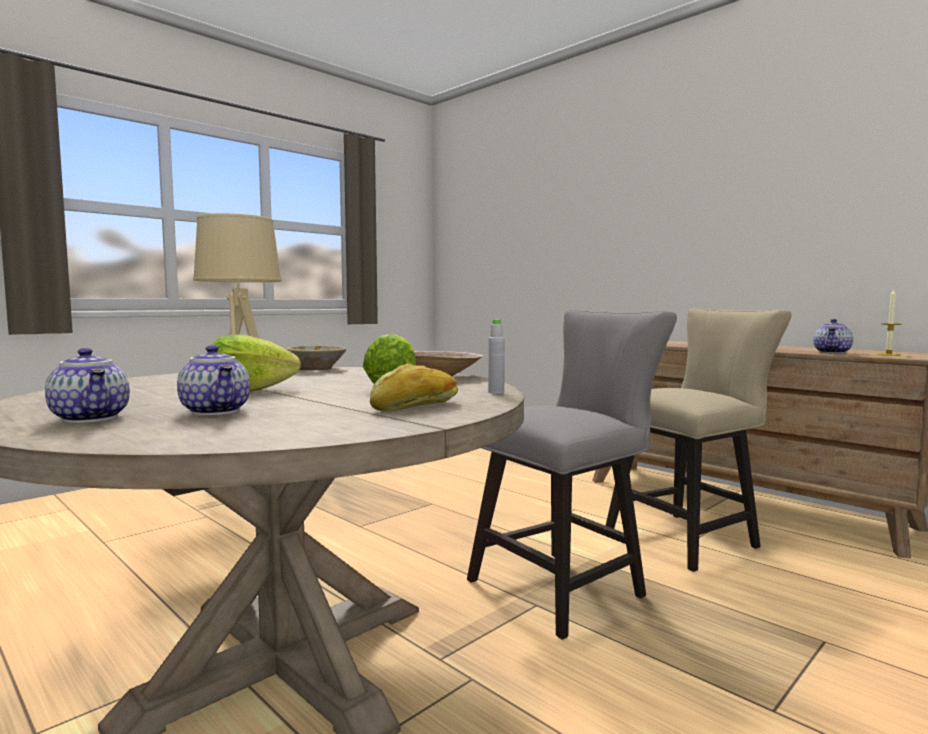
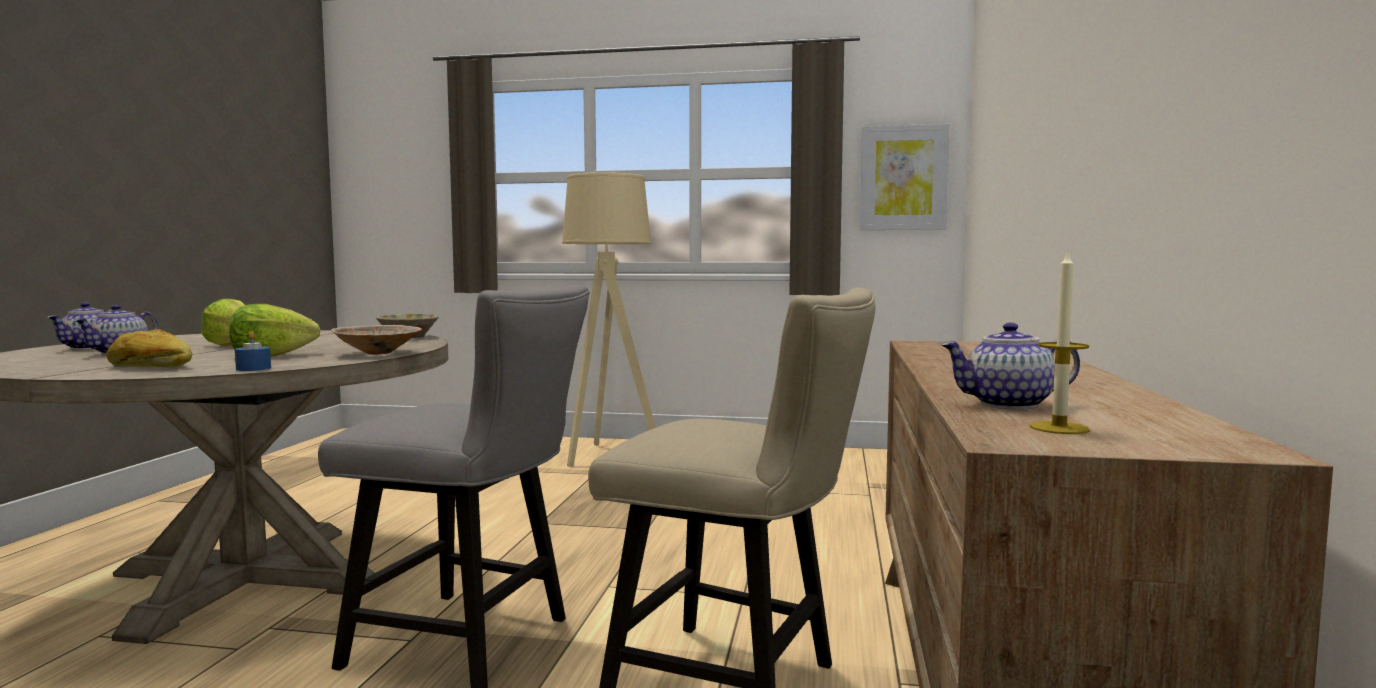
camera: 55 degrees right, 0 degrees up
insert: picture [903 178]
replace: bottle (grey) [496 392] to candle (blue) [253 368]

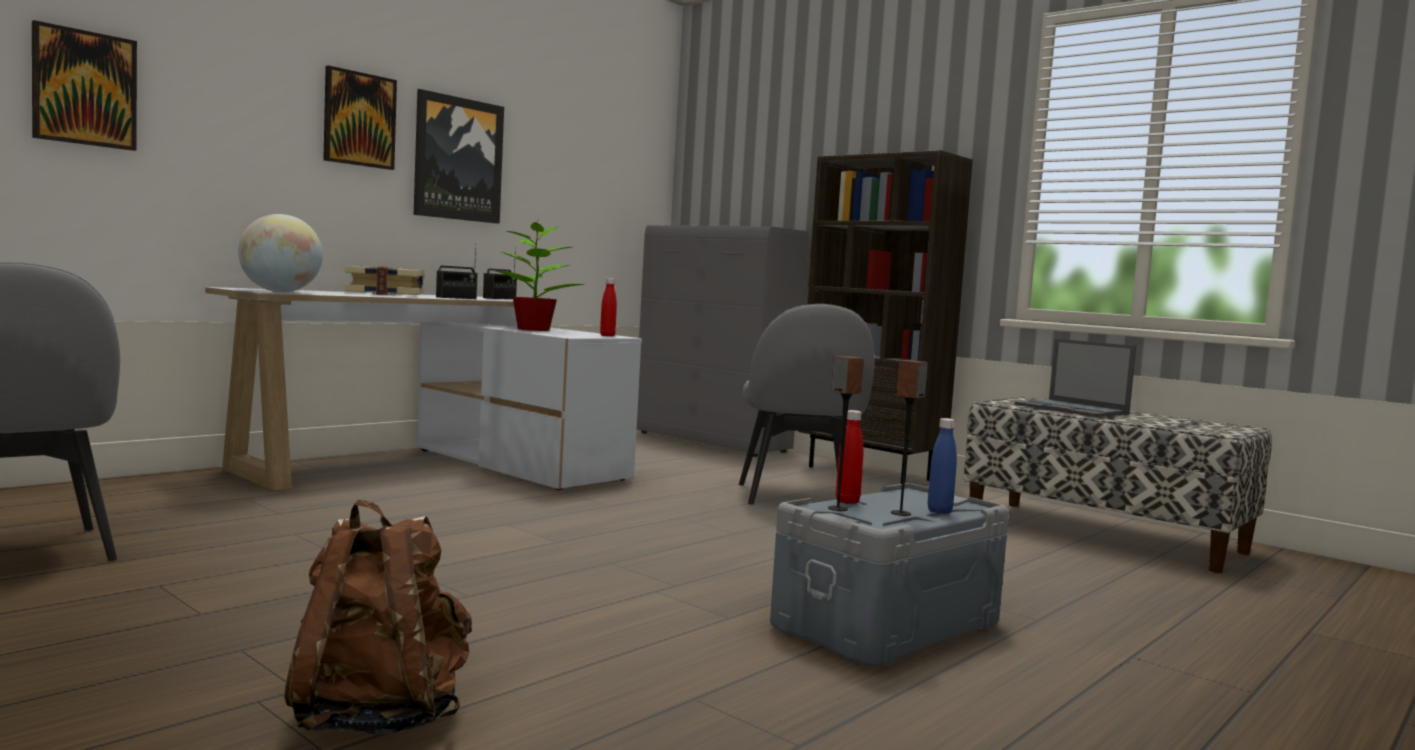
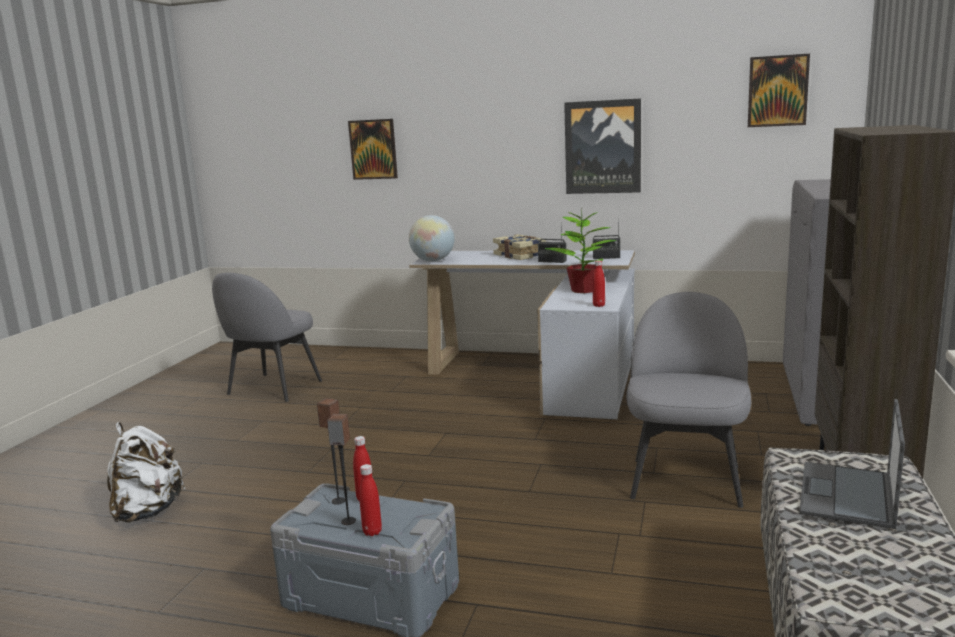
camera: 65 degrees right, 10 degrees up
move: picture [359 119] to [777 91]
recolor: backpack (brown) [379 717] to backpack (white) [148 511]; bottle (blue) [939 511] to bottle (red) [372 532]
rotate: chair (grey) [798 497] = [686 480] 135 degrees clockwise

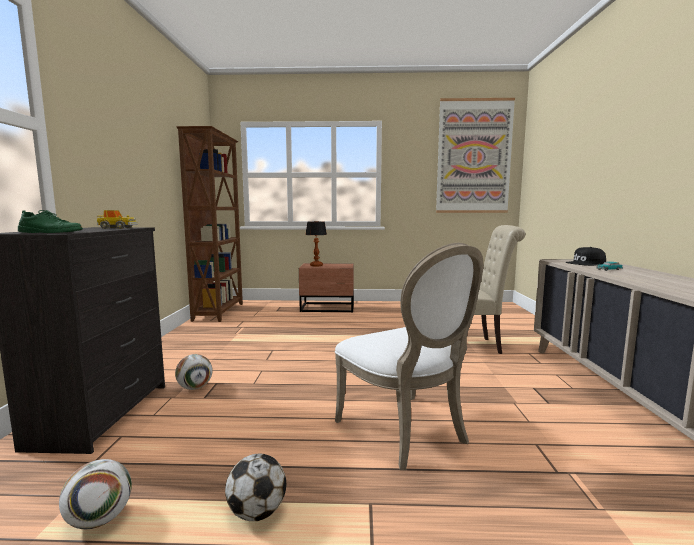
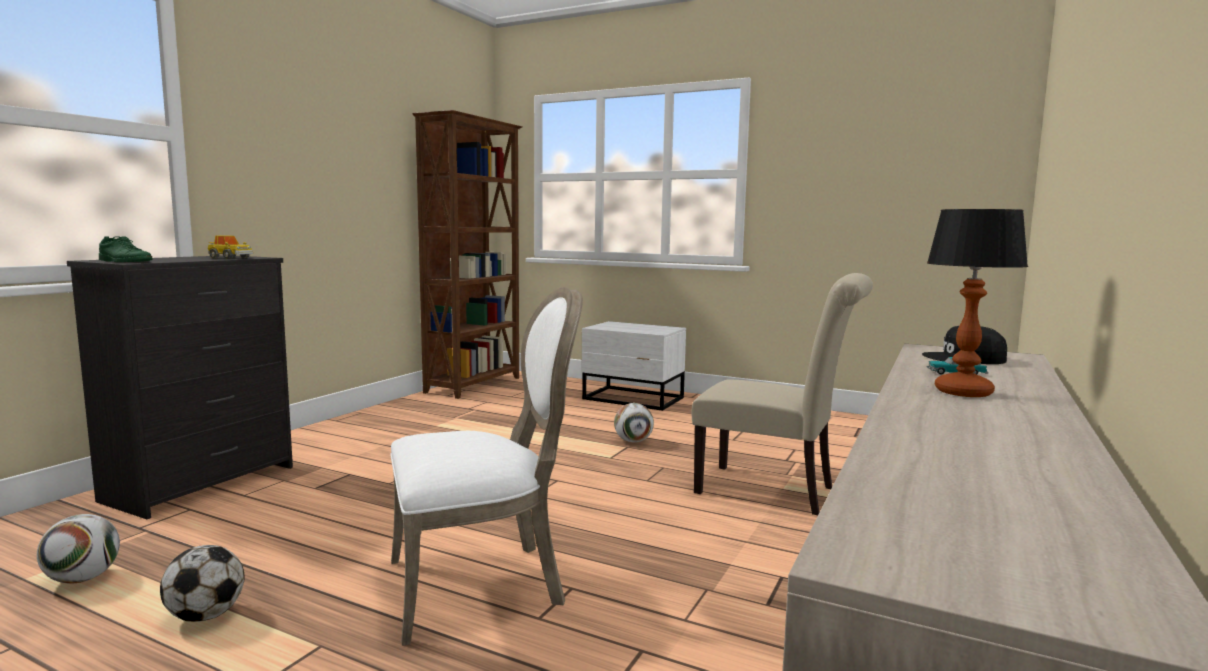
camera: 25 degrees right, 0 degrees up
delete: picture [474 157]
move: football [195 388] to [633 441]; table lamp [316 265] to [962 391]
recolor: nightstand (brown) [328 308] to nightstand (white) [633 399]
rotate: chair (white) [406 432] = [482 584] 105 degrees counterclockwise

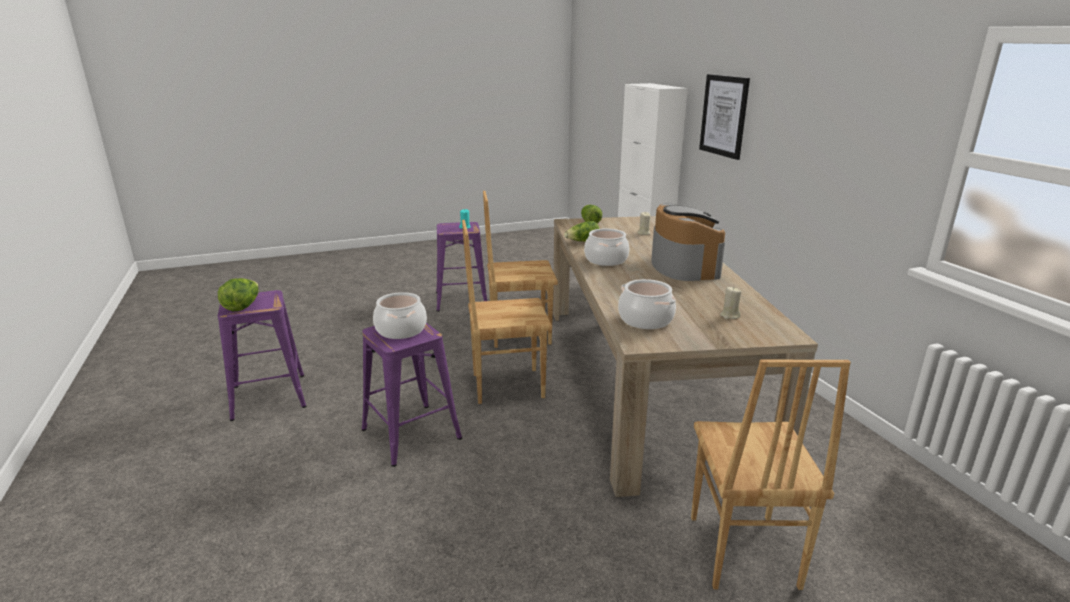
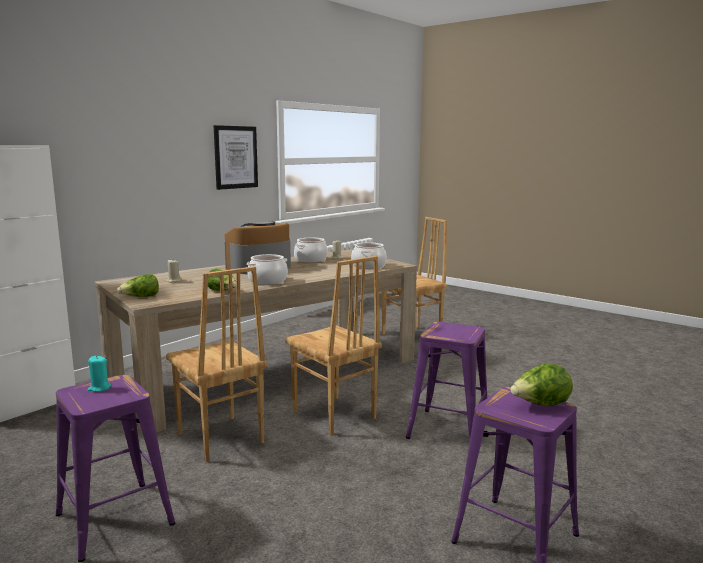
camera: 120 degrees left, 10 degrees down
move: cooking pot [400 330] to [311 260]; picture [724 116] to [235 157]

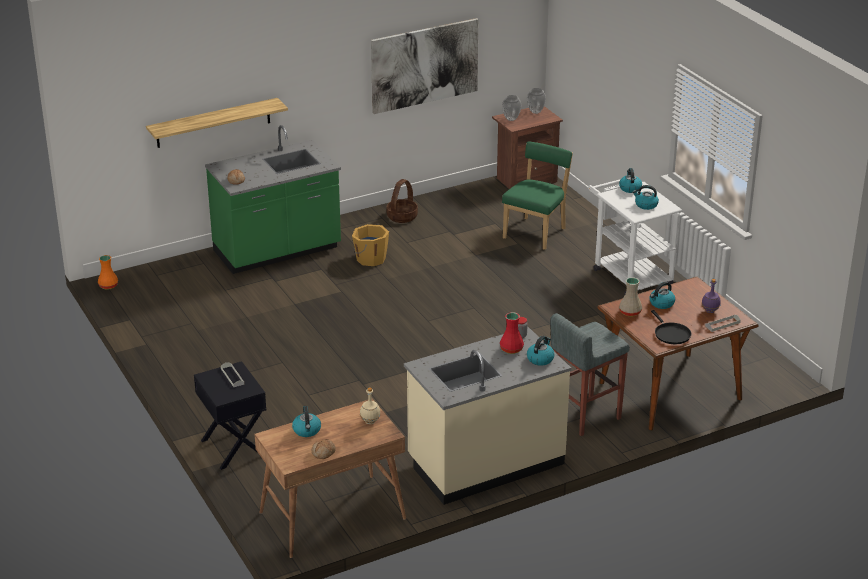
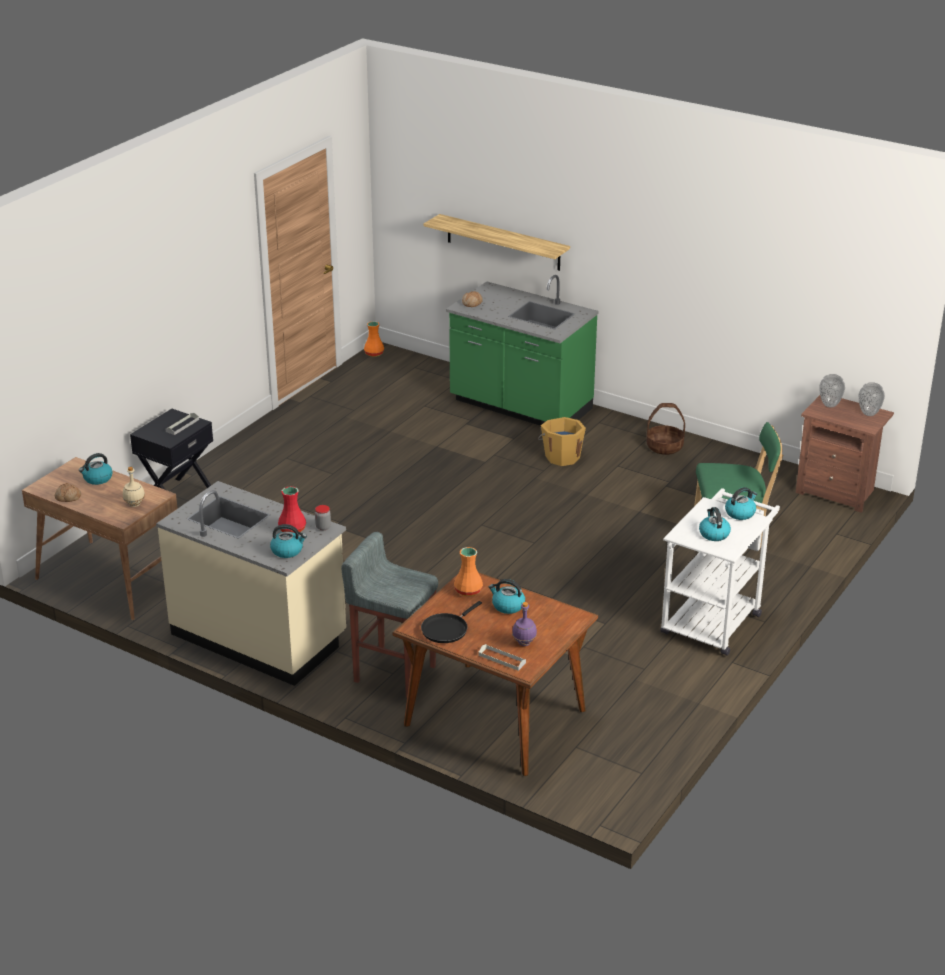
camera: 60 degrees right, 0 degrees up
delete: picture [424 65]
recolor: vase (beige) [630 312] to vase (orange) [469 591]

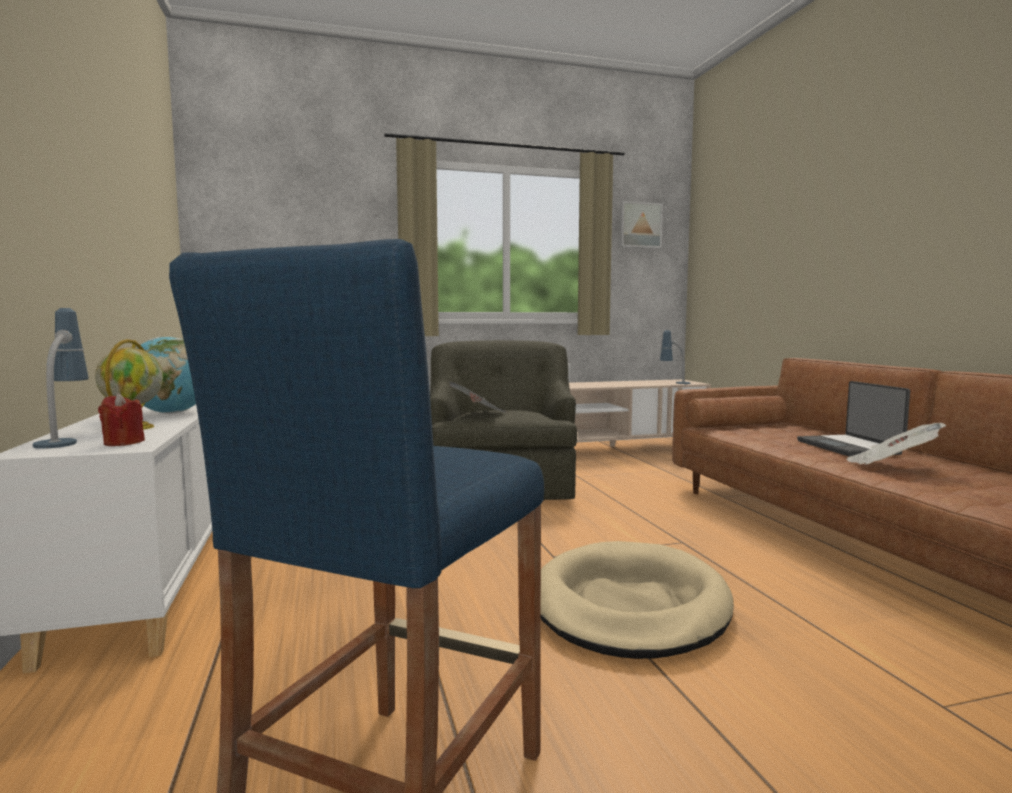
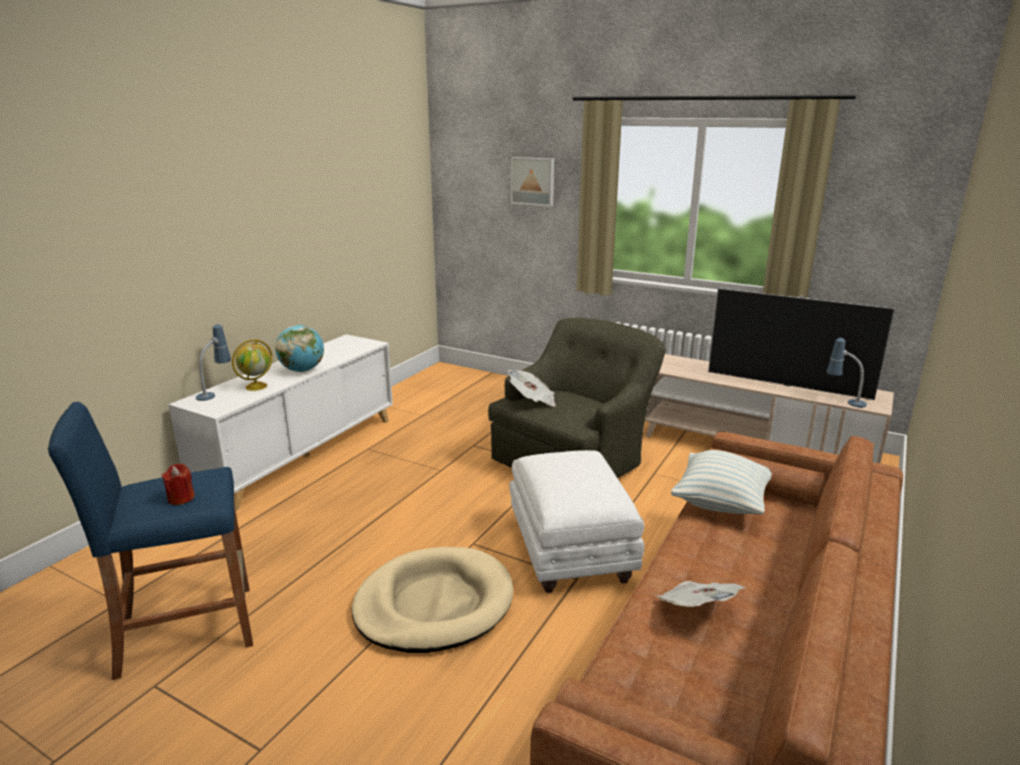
camera: 45 degrees right, 15 degrees up
delete: laptop [850 447]
insert: ottoman (white) [569 551]; pillow [720 503]; television [787 385]
move: candle (red) [123 442] to [181 498]; picture [639 225] to [533 181]

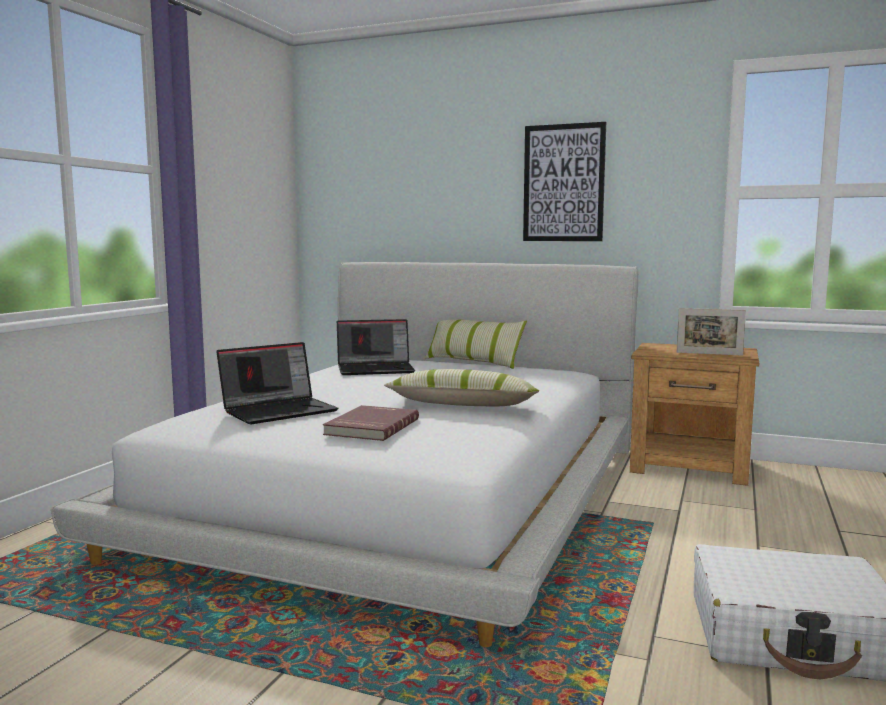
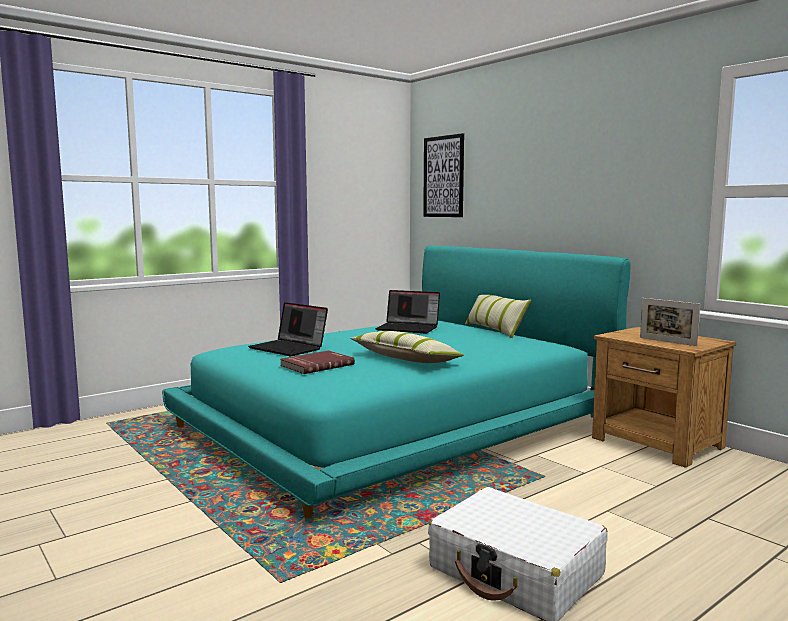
camera: 30 degrees right, 0 degrees up
move: picture [563 183] to [443 176]
recolor: bed (white) [406 494] to bed (turquoise) [397 422]
rotate: laptop [280 410] = [289 348] 45 degrees clockwise

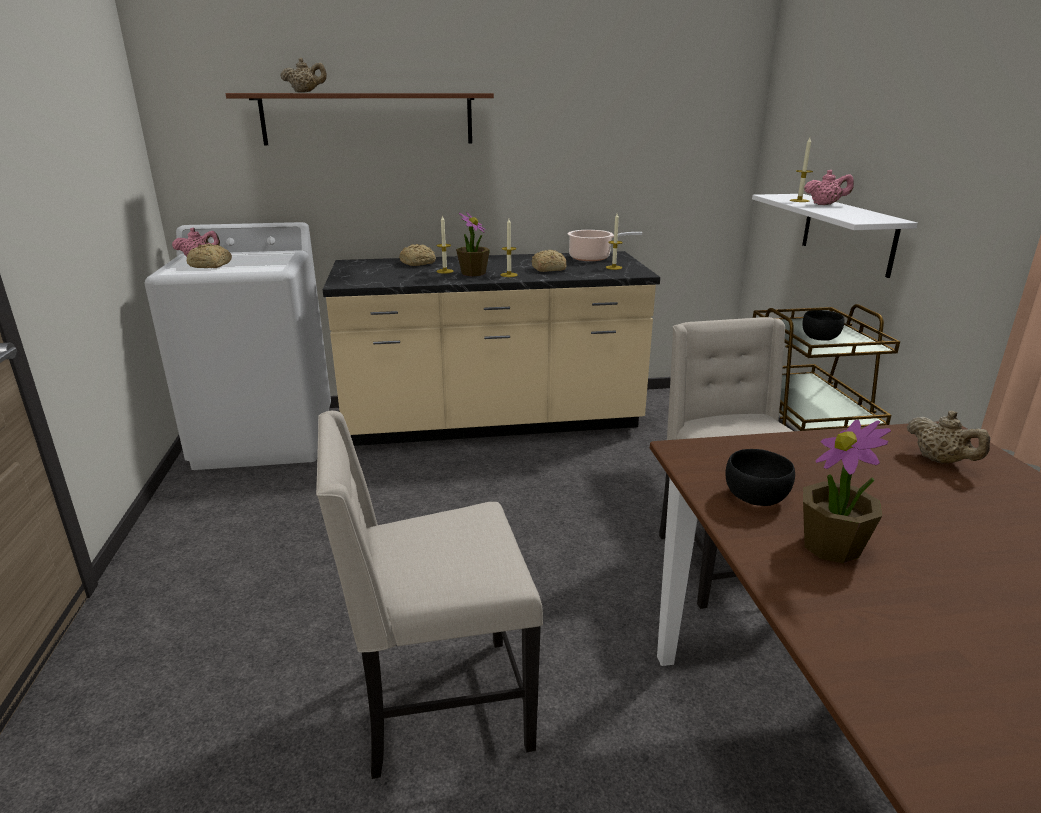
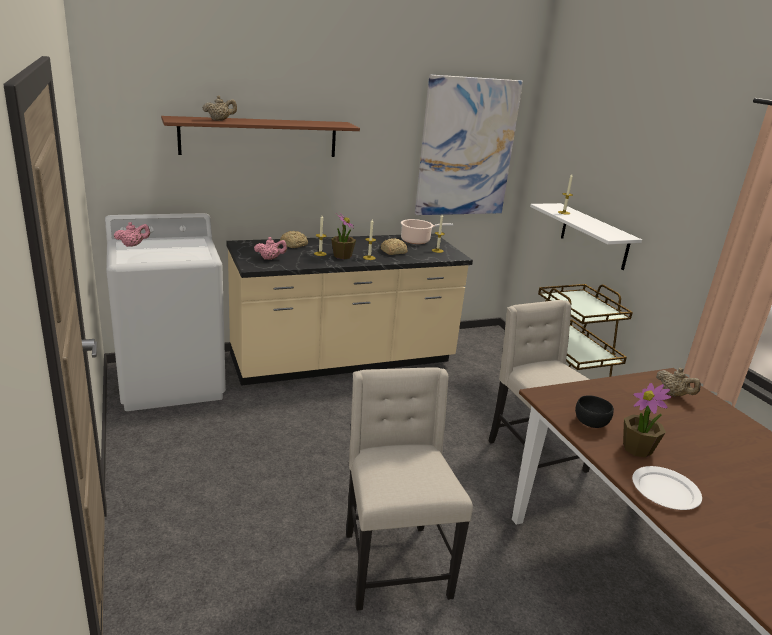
camera: 15 degrees left, 0 degrees up
delete: bread [211 265]; bowl (black) [820 338]
insert: picture [466 148]; plate (white) [665 491]
move: teapot (pink) [825 204] to [270 258]
rotate: chair (beige) [439 707] = [393 563] 105 degrees clockwise

